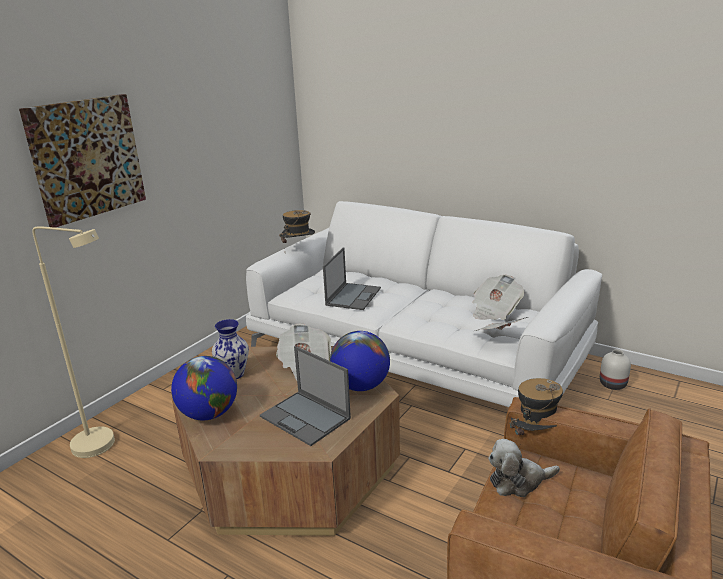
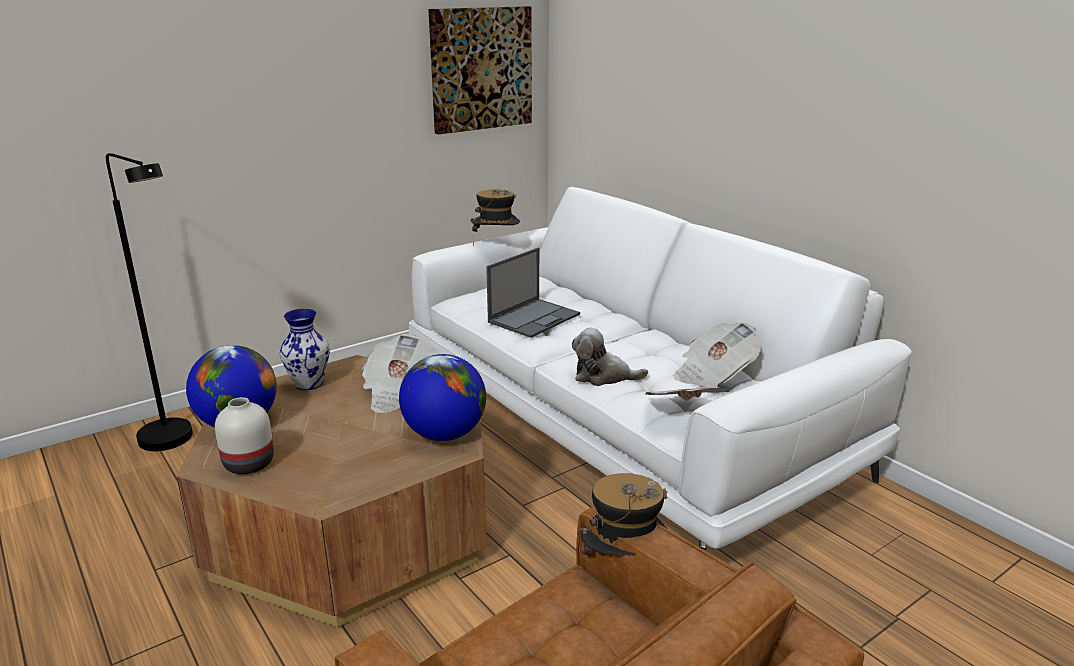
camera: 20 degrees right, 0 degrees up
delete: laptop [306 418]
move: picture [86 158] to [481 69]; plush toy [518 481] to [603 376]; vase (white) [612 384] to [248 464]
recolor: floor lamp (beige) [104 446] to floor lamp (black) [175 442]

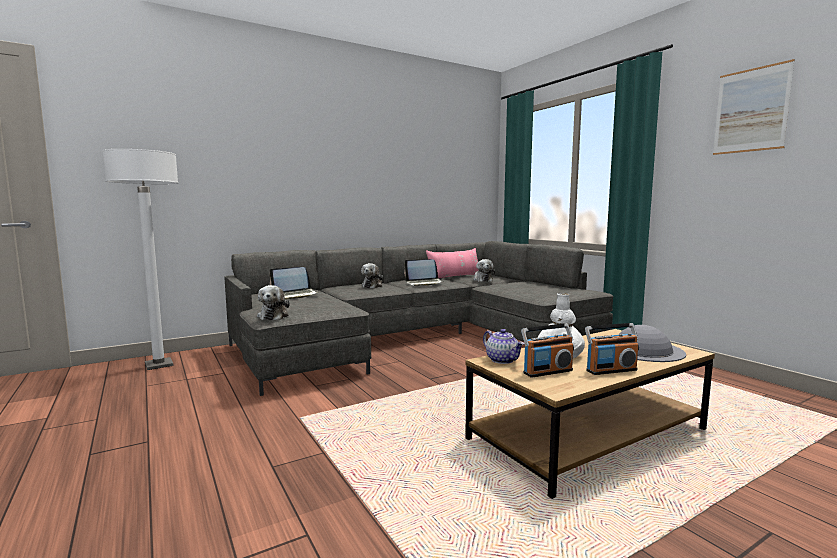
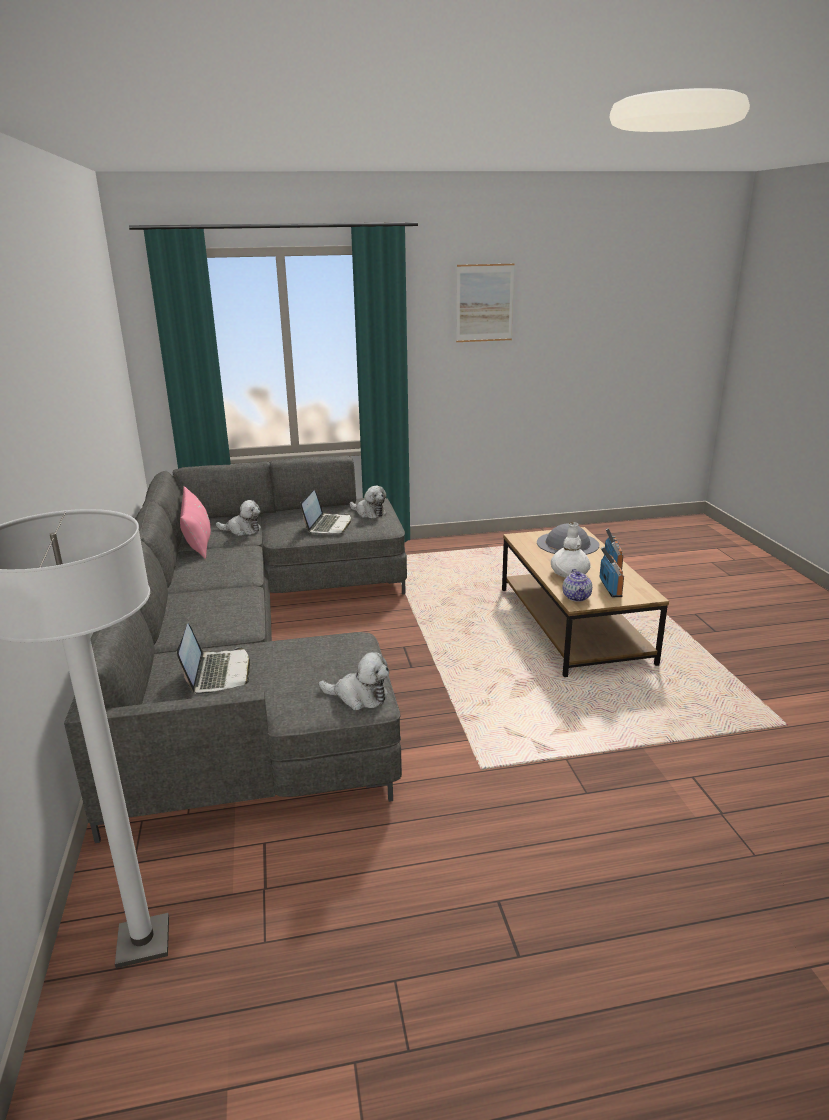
camera: 70 degrees left, 15 degrees up
move: plush toy [373 286] to [369 513]; laptop [424 283] to [328 525]
rotate: teapot [502 360] = [577 597] 105 degrees clockwise

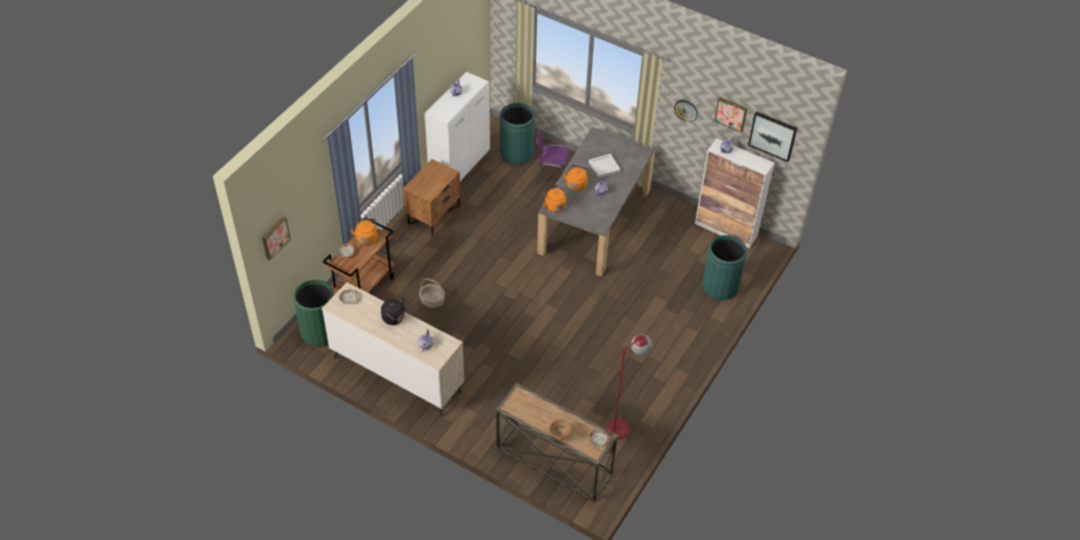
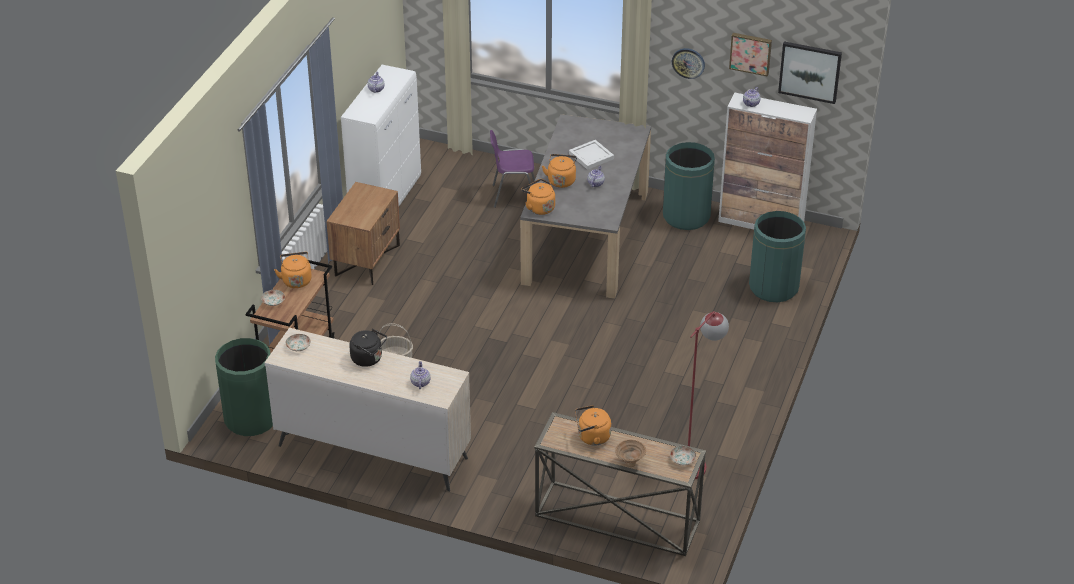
camera: 10 degrees left, 10 degrees down
delete: picture [274 237]
insert: kettle (orange) [592 437]
move: trash can (green) [516 153] to [686 216]

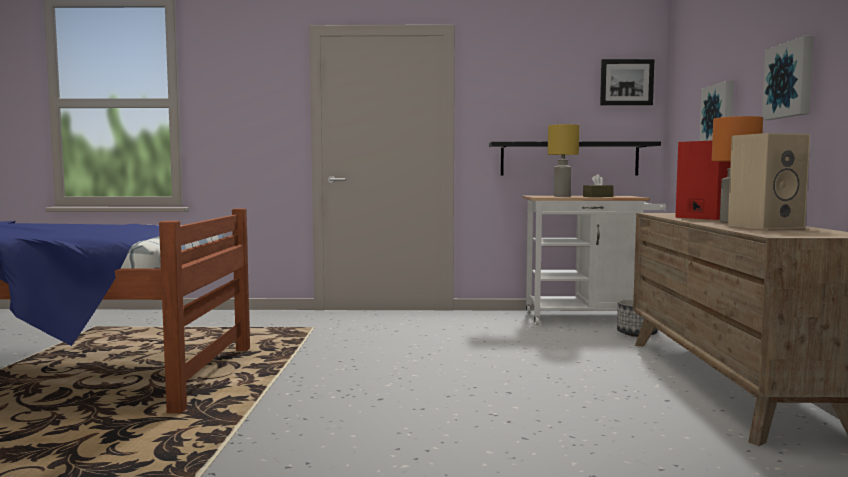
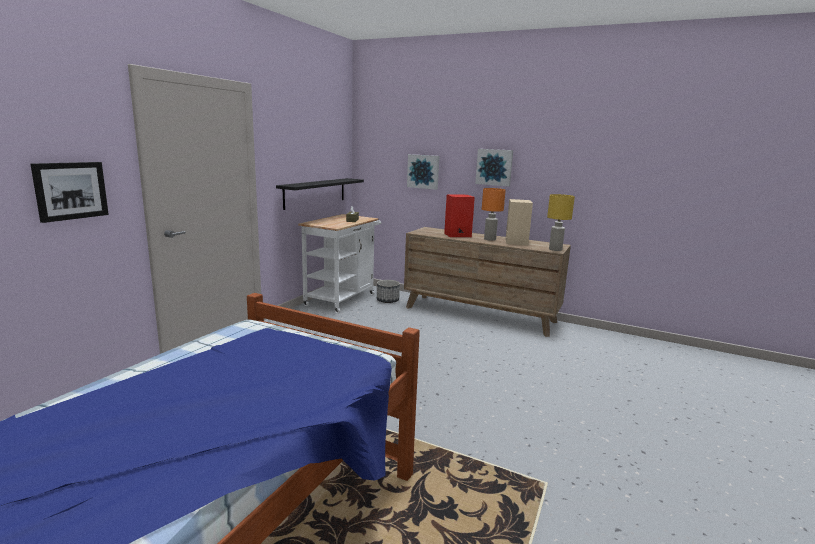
camera: 65 degrees left, 10 degrees up
move: table lamp (yellow) [562 196] to [555 249]; picture [626 82] to [70 190]

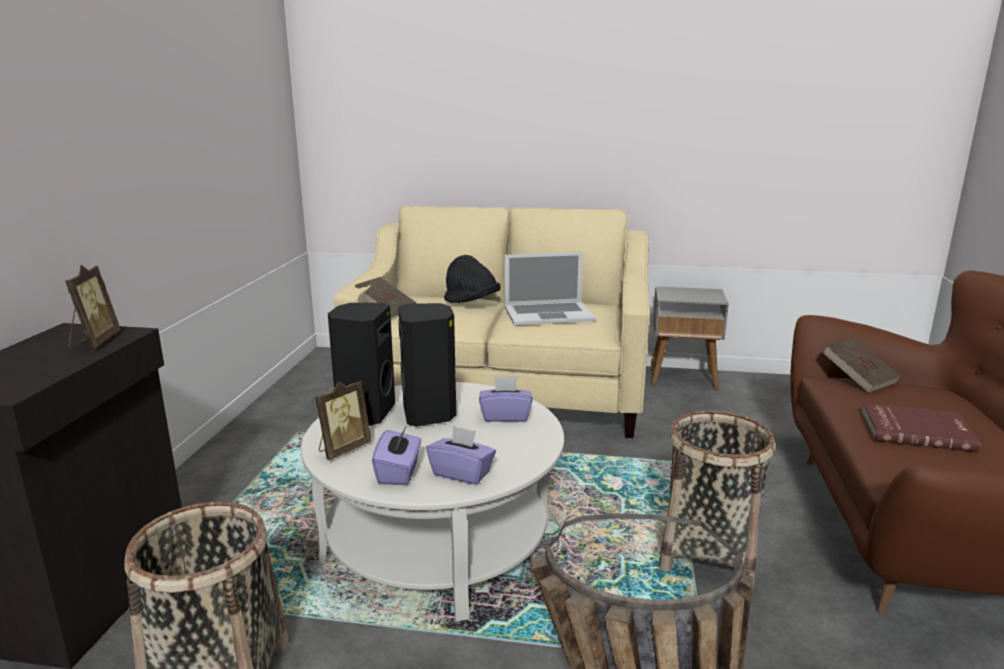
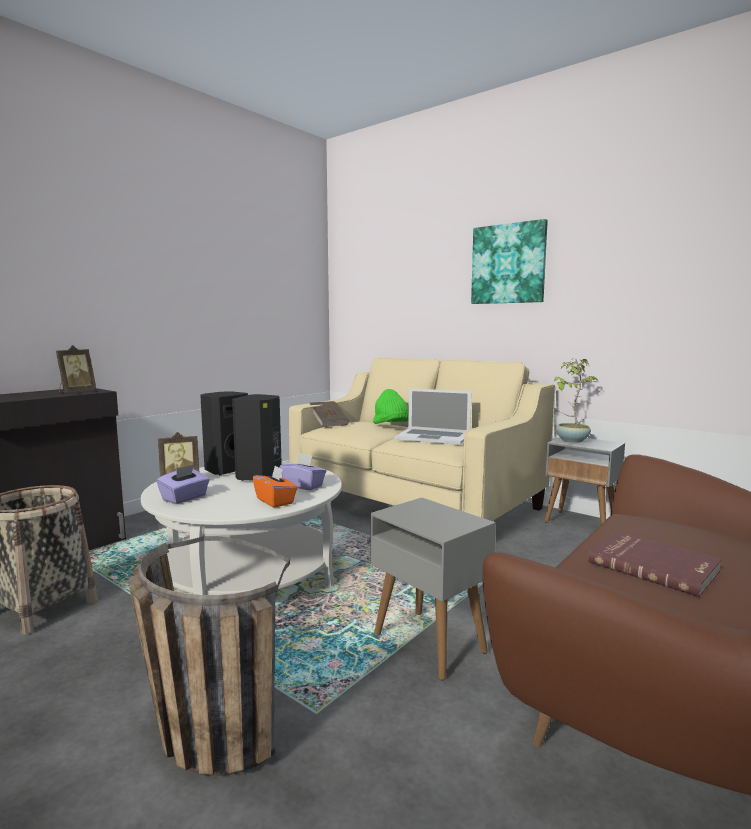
camera: 30 degrees right, 10 degrees down
delete: tissue box (purple) [462 473]; book (brown) [858 379]
insert: tissue box (orange) [275 501]; picture [508 264]; potted plant [571 440]
replace: basket [707 554] to side table (grey) [428 642]
recolor: hat (black) [471 303] to hat (green) [391 426]

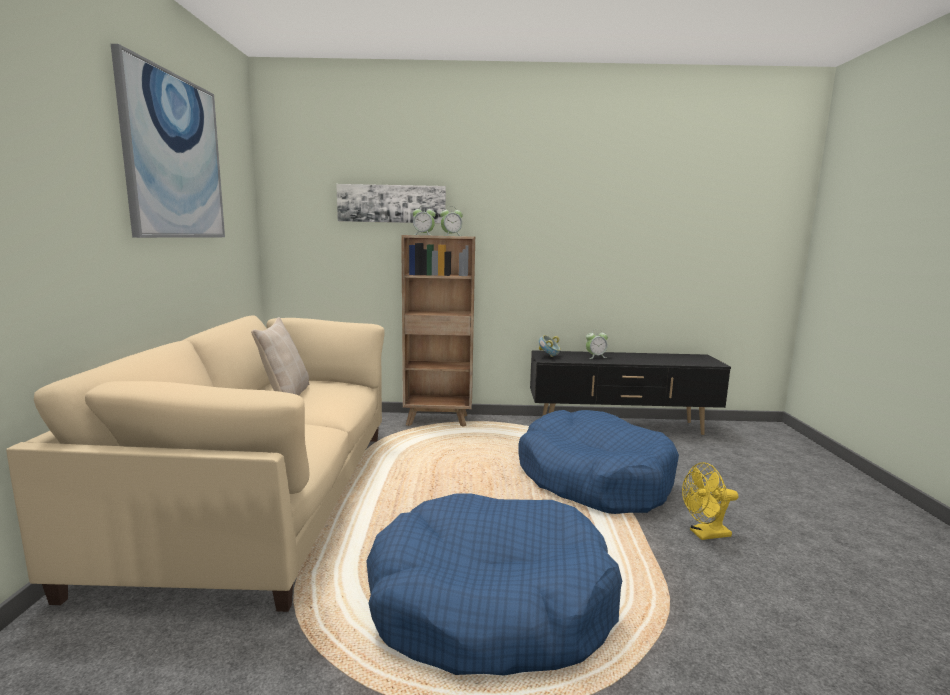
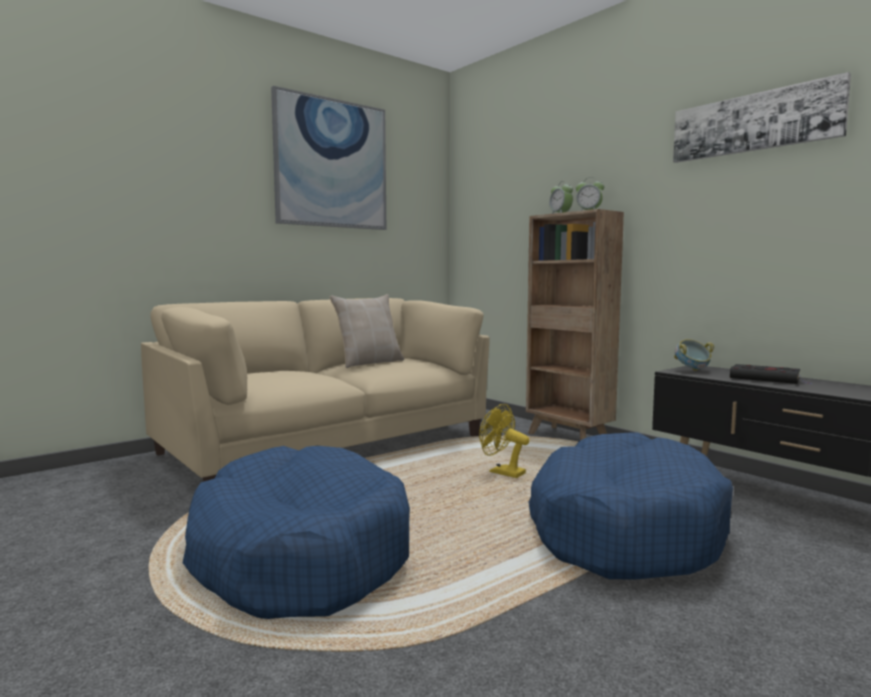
camera: 50 degrees right, 5 degrees down
move: picture [391 204] to [754 123]; fan (yellow) [705 534] to [502 472]
replace: alarm clock [595 357] to book (black) [767 379]

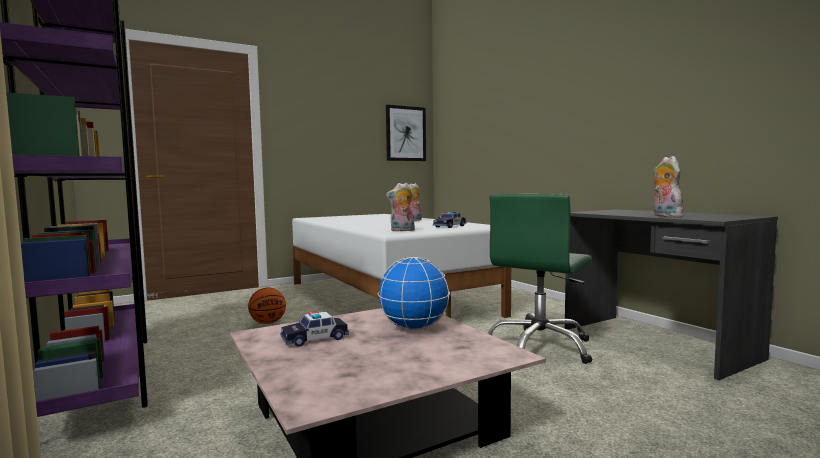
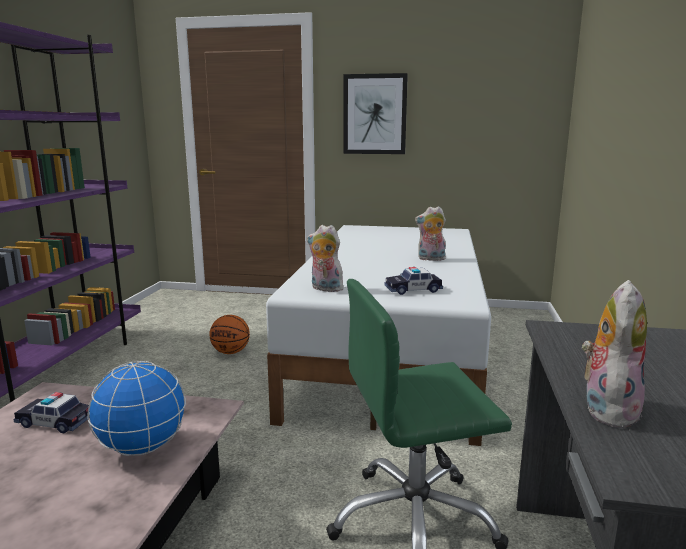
camera: 40 degrees right, 10 degrees up
move: picture [405 133] to [375 114]

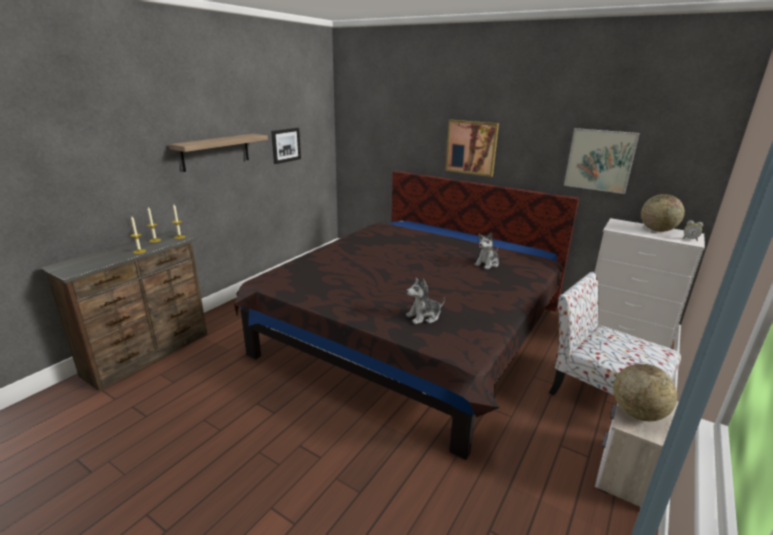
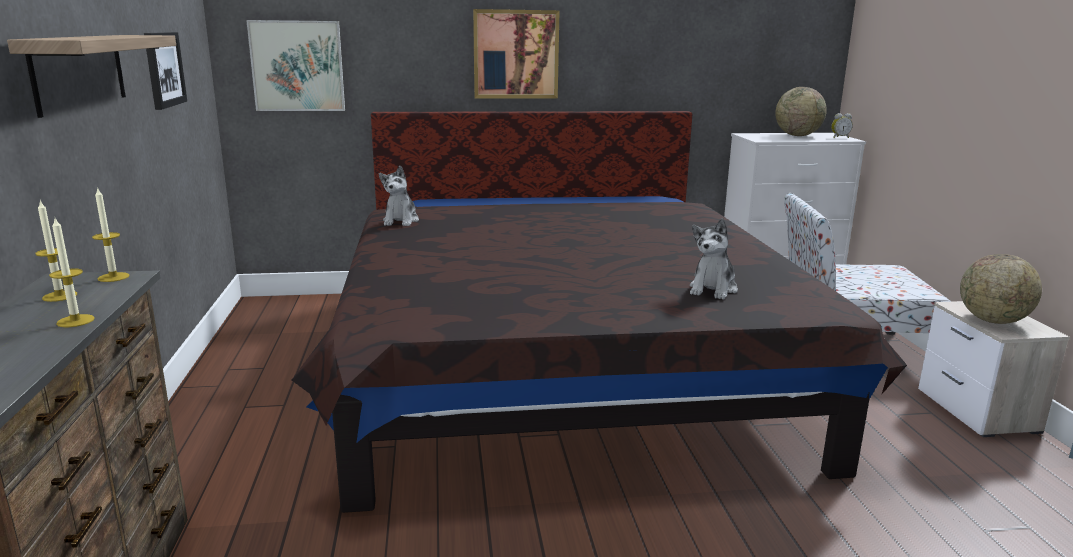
camera: 40 degrees left, 5 degrees down
move: plush toy [487 264] to [401 221]; picture [599 160] to [297 66]

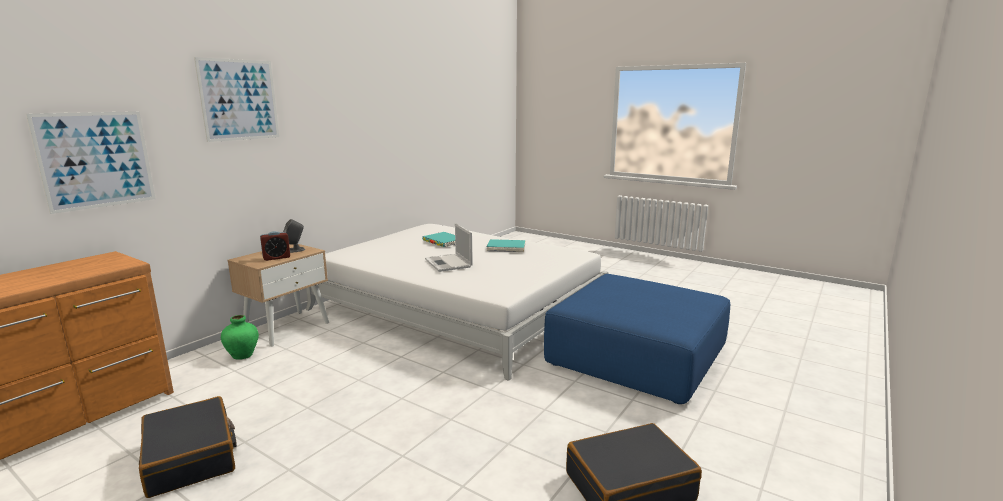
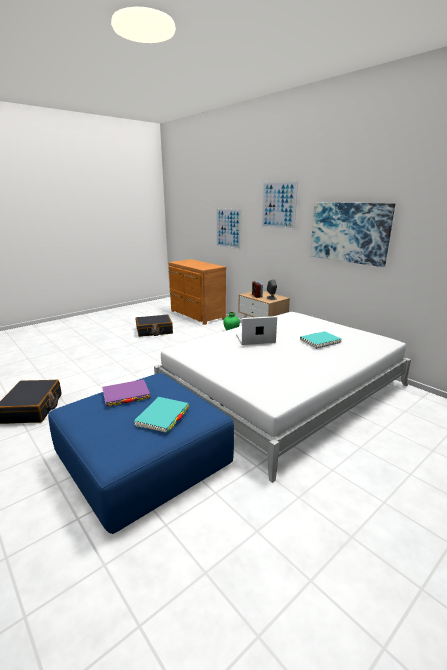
camera: 105 degrees right, 5 degrees up
insert: book (purple) [126 395]; picture [349 232]
move: book (turquoise) [506 248] to [163 416]

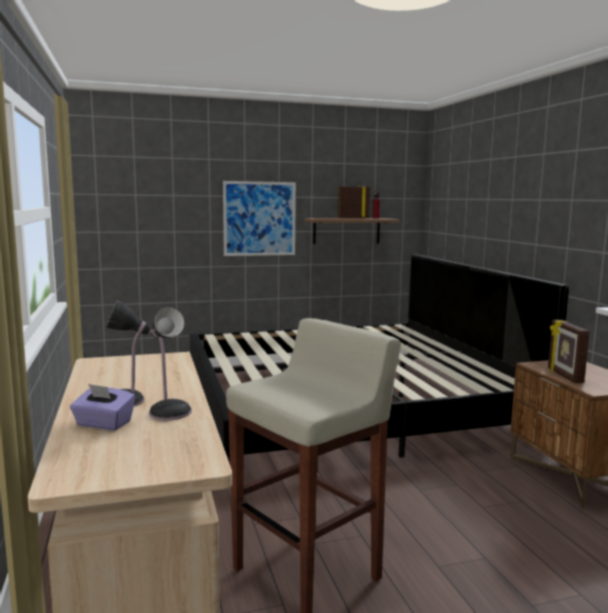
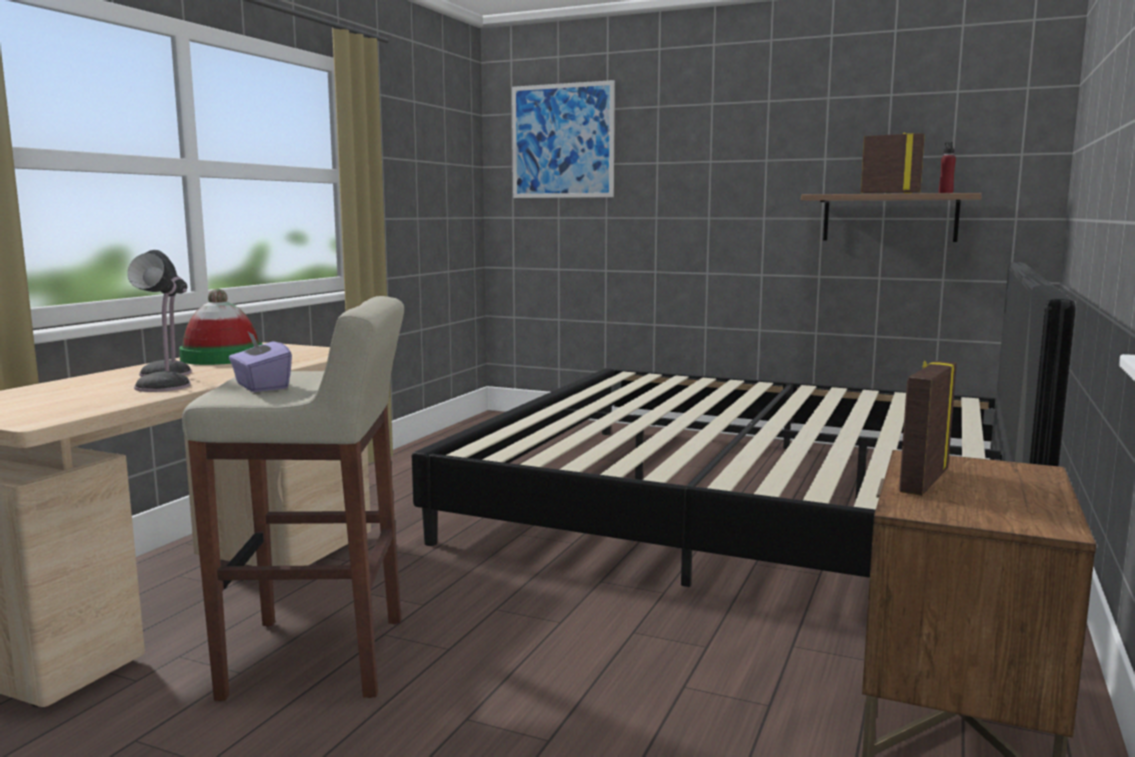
camera: 40 degrees right, 0 degrees up
insert: hat [222 358]
move: tissue box (purple) [103 424] to [261 386]; picture [259 218] to [562 141]

